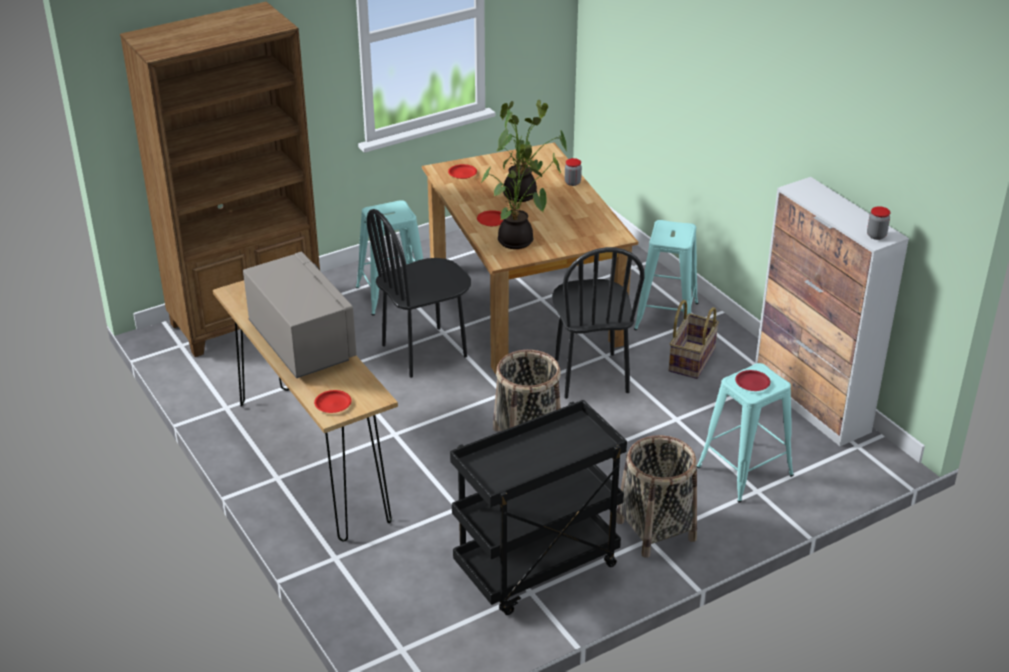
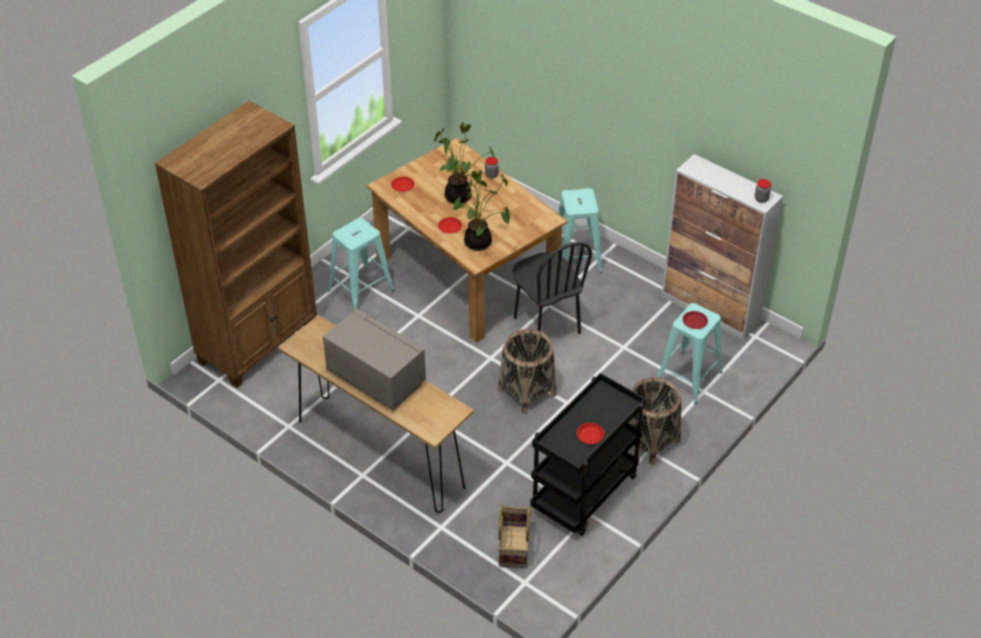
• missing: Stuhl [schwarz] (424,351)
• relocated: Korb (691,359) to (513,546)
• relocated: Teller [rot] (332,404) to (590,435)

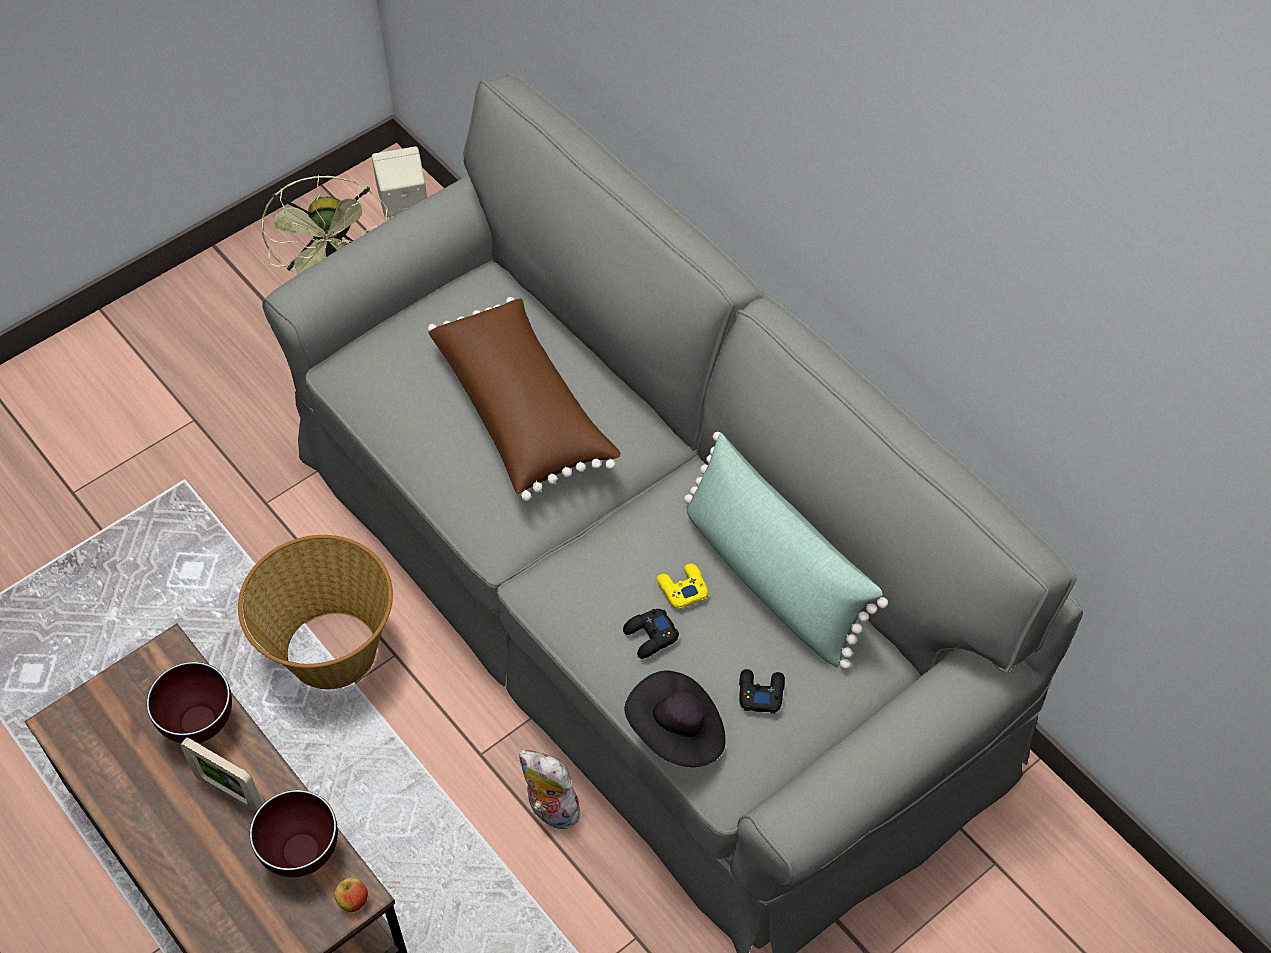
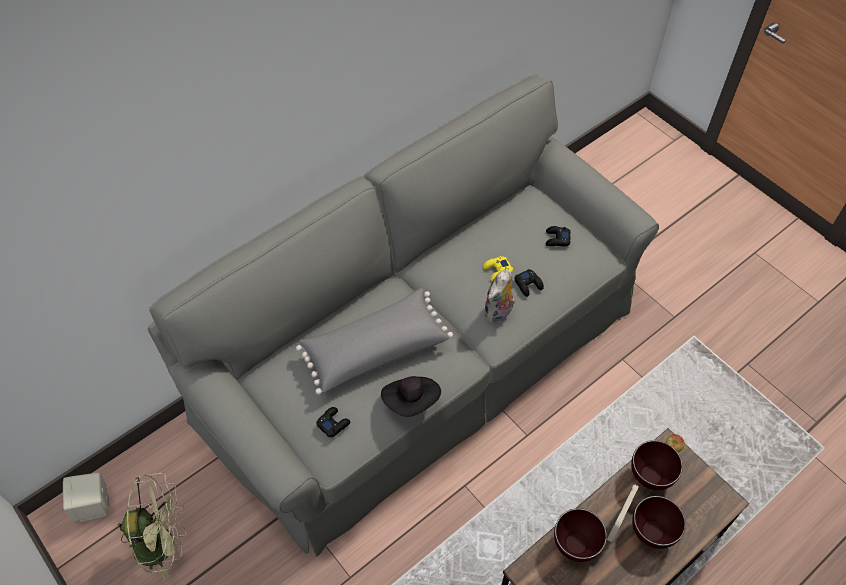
• colour: Kissen [braun] (523,411) to Kissen [grau] (374,349)
• missing: Kissen [grün] (772,578)
• missing: Korb (330,652)
• relocated: Hut [schwarz] (677,733) to (411,401)
• relocated: Plüschtier (549,810) to (498,314)
• appeared: Gamepad [schwarz] (333,423)
• appeared: Schüssel [braun] (650,532)

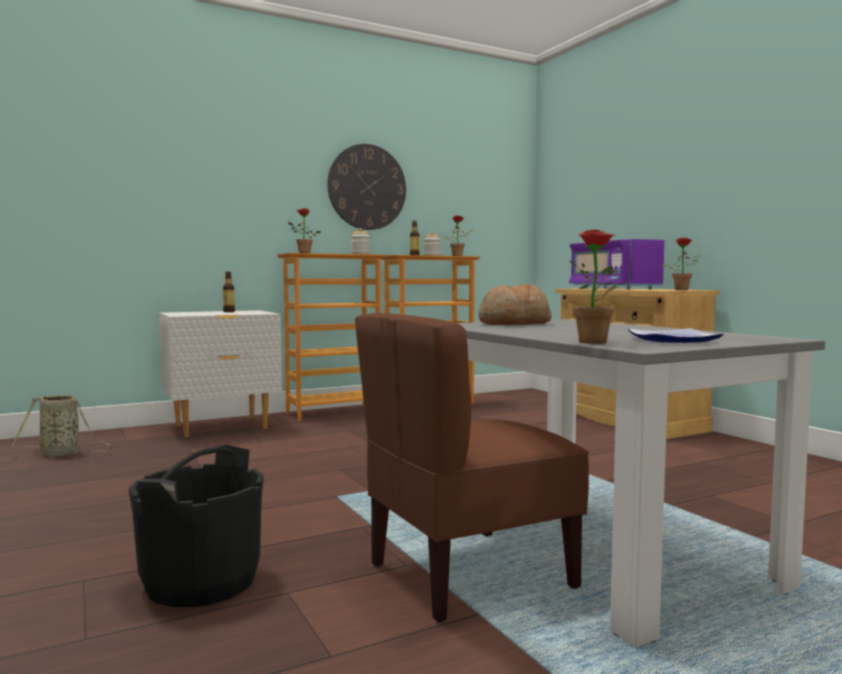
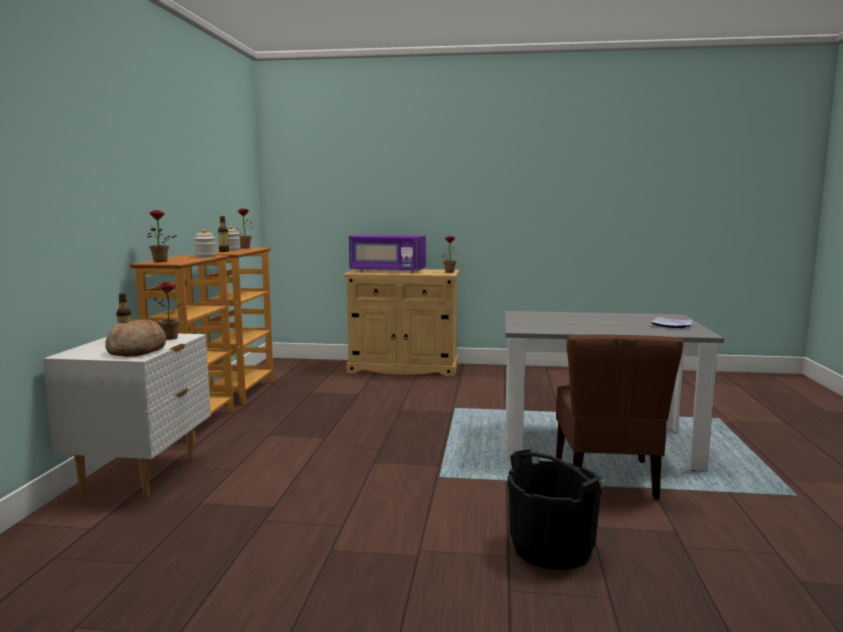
• missing: Wanduhr (367,187)
• relocated: Topfpflanze (596,342) to (173,338)
• relocated: Brot (514,323) to (137,351)
• missing: Korb (62,453)

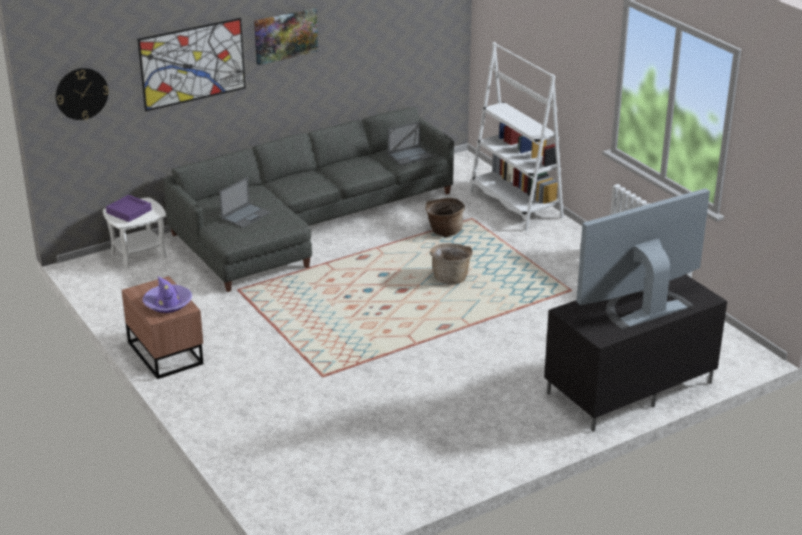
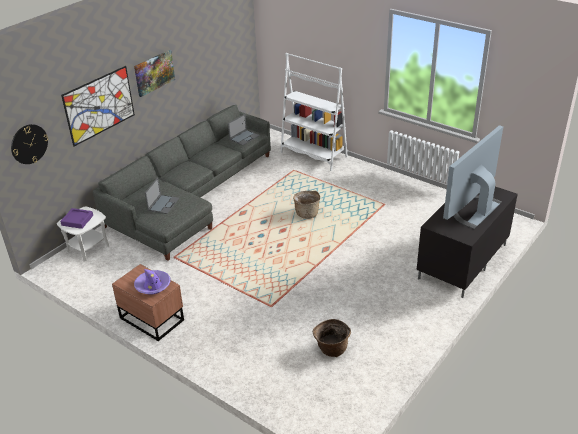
• relocated: Korb (444,231) to (331,349)

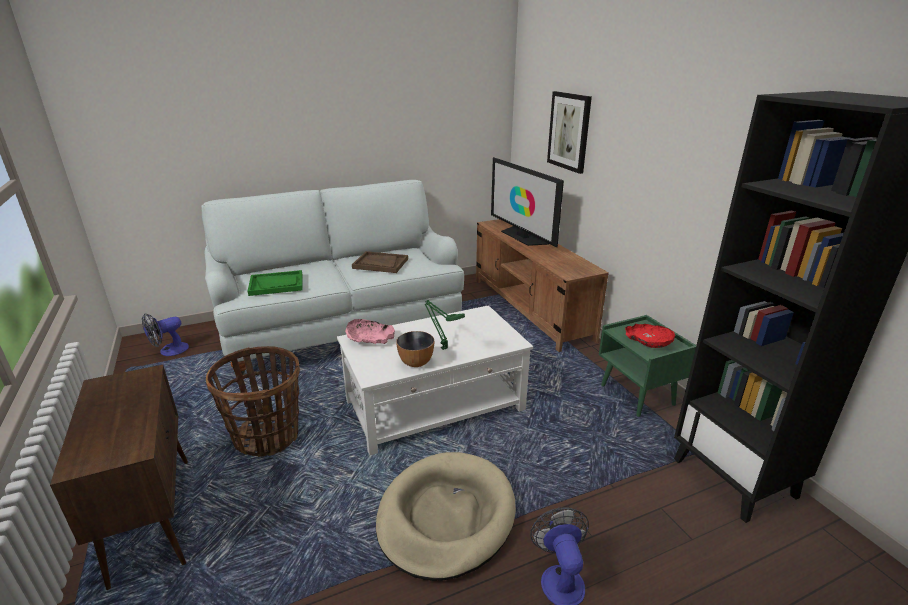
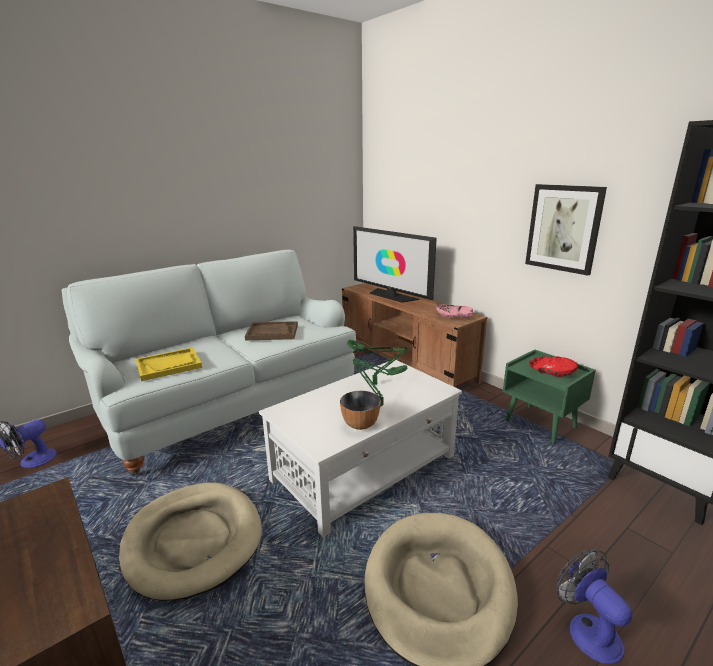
• relocated: Bild (569,131) to (563,228)
• colour: Tablett [grün] (276,284) to Tablett [gelb] (169,365)
• relocated: Schüssel [rosa] (369,339) to (453,317)
• exchanged: Korb (267,436) to Hundebett [beige] (193,540)
• appeared: Tischlampe [grün] (376,384)

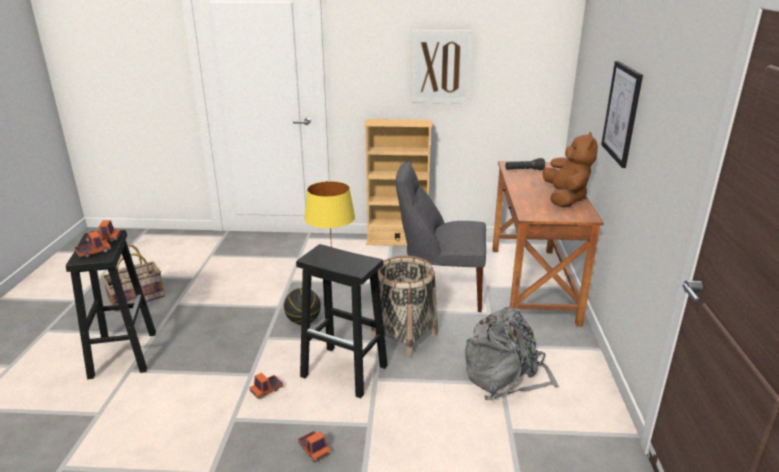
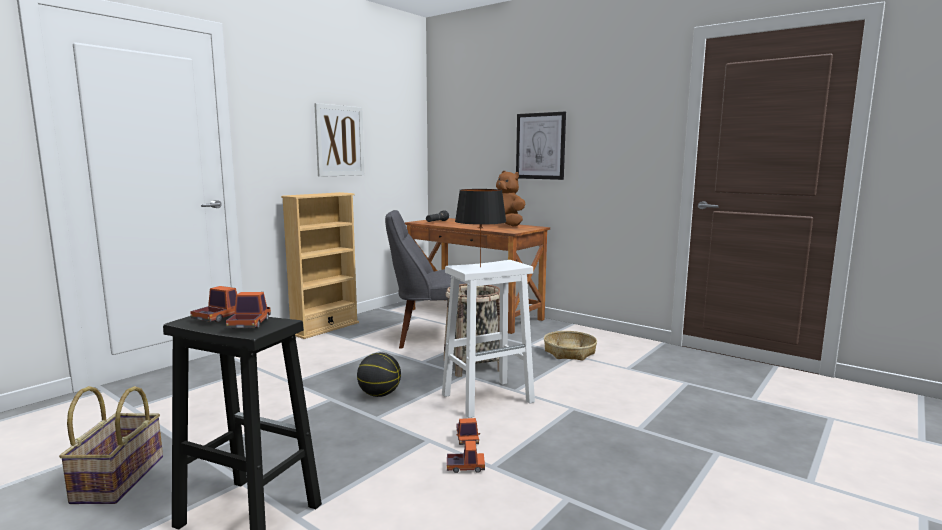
• spun: Stuhl [grau] (440,292) = (433,338) 45 degrees clockwise
• colour: Tischlampe [gelb] (332,258) to Tischlampe [schwarz] (481,267)
• colour: Hocker [schwarz] (345,371) to Hocker [weiß] (488,398)
• exchanged: Rucksack [grau] (506,377) to Korb (570,352)
• relocated: Spielzeuglaster (314,450) to (465,467)

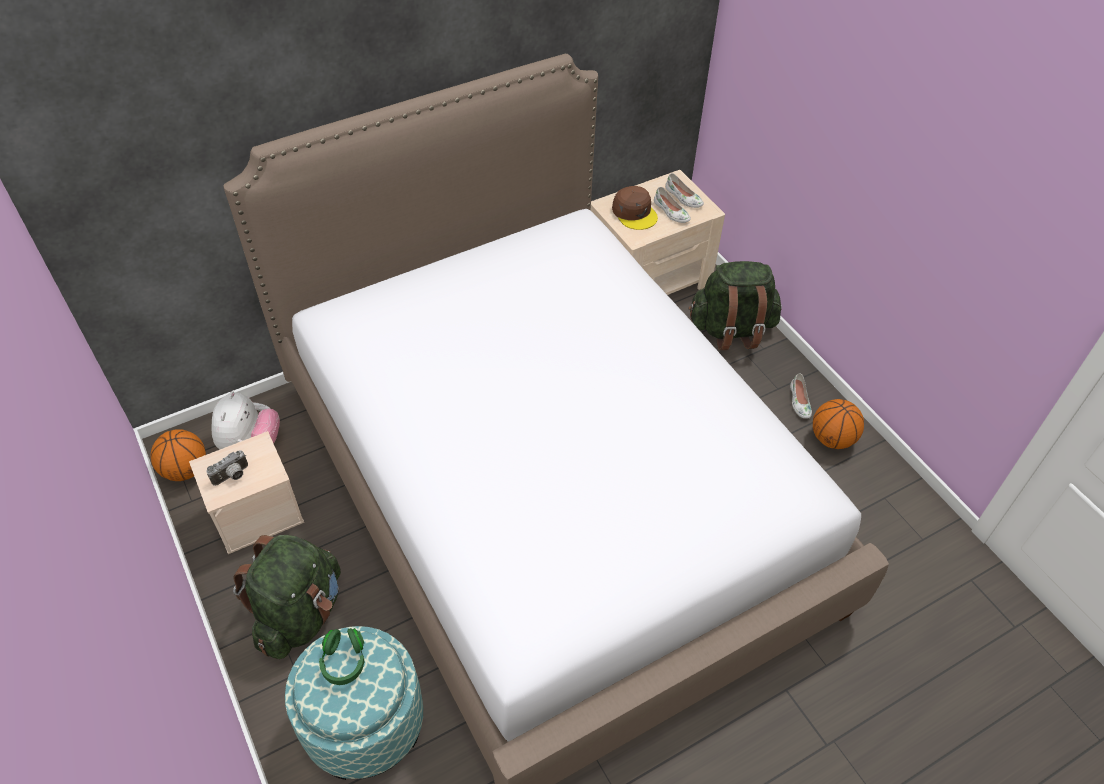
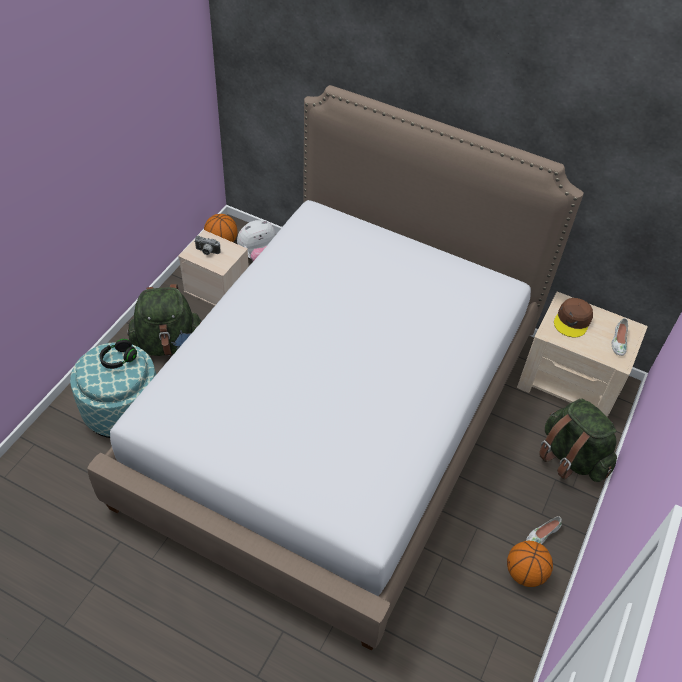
• missing: Schuh [weiß] (671,212)
• colour: Kopfhörer [grün] (344,661) to Kopfhörer [schwarz] (119,359)

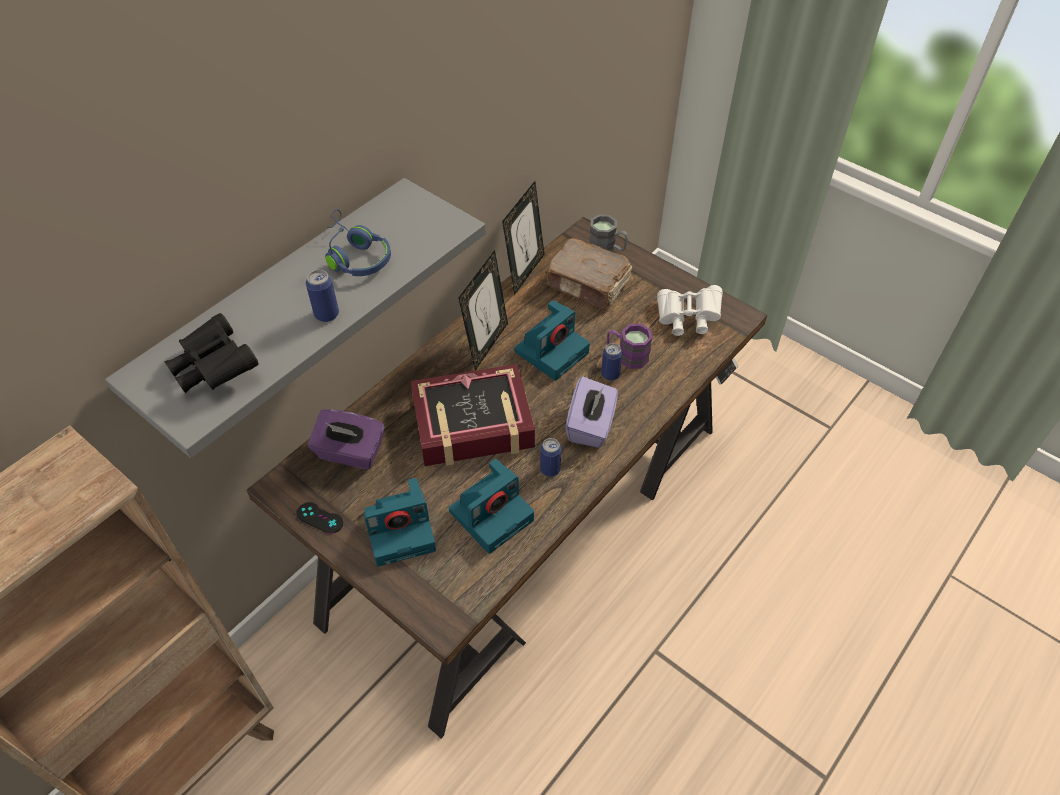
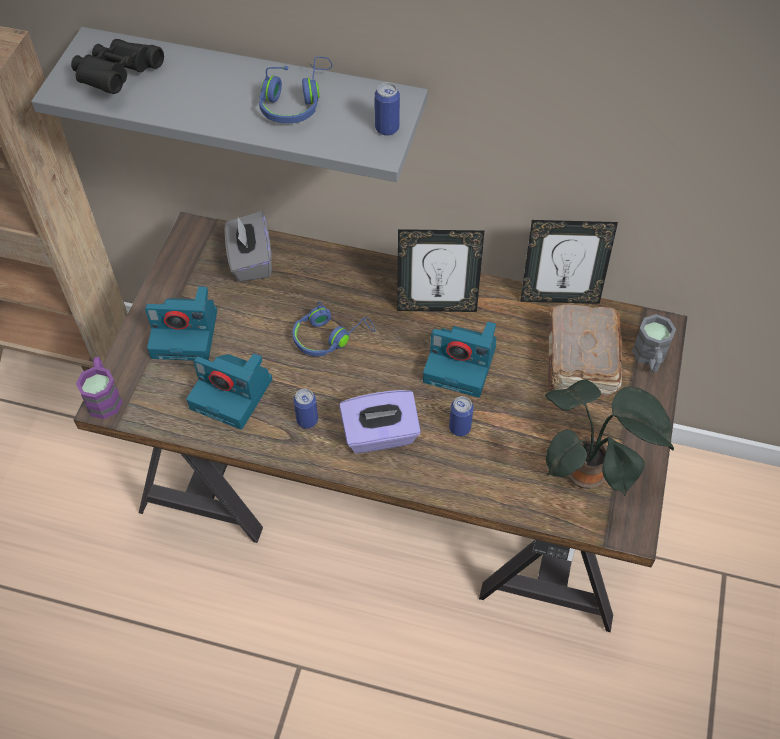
• relocated: Dose (327,314) to (387,128)
• exchanged: Fernglas [weiß] (687,319) to Topfpflanze (589,475)
• relocated: Henkelbecher [lila] (627,356) to (104,396)
• exchanged: Buch (473,424) to Kopfhörer [blau] (330,336)
• colour: Taschentuchbox [lila] (350,453) to Taschentuchbox [grau] (250,261)
• spun: Kamera (401,530) = (186,333) 45 degrees counterclockwise
• missing: Gamepad [schwarz] (320,518)

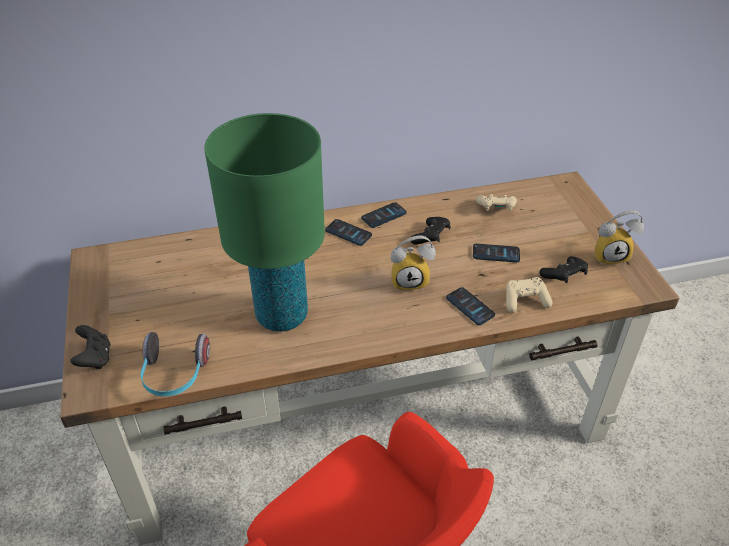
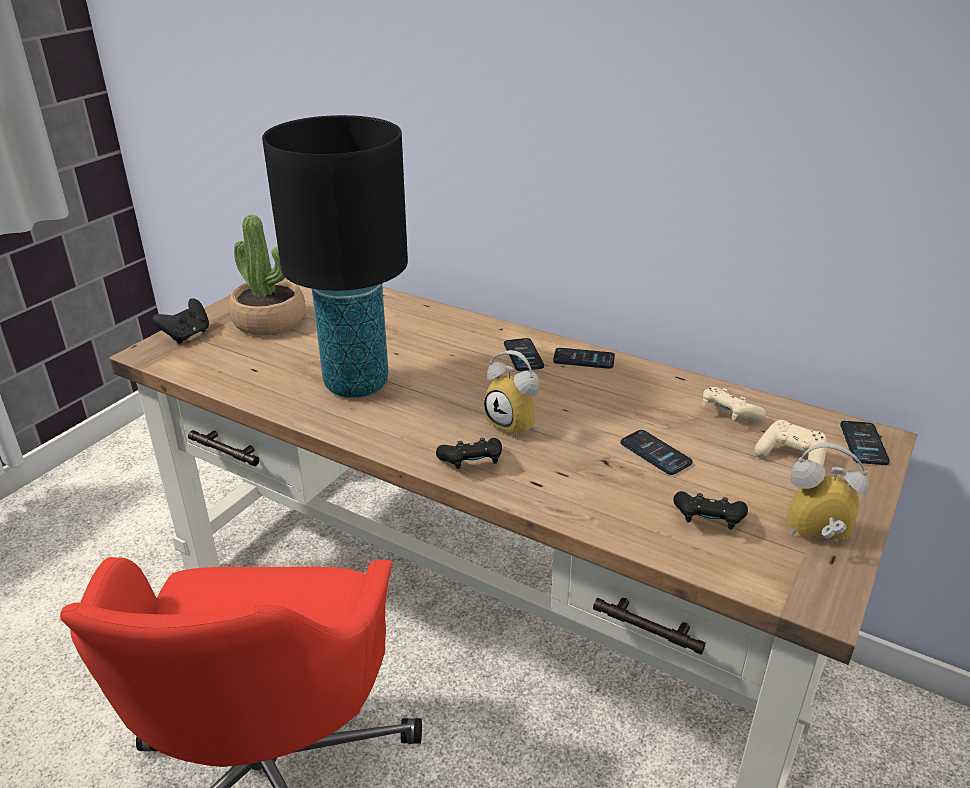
• colour: Tischlampe [grün] (282,315) to Tischlampe [schwarz] (356,384)
• spun: Wecker (610,256) = (815,539) 150 degrees clockwise
• relocated: Gamepad [schwarz] (431,237) to (472,463)
• relocated: Gamepad [beige] (525,301) to (791,457)
• relocated: Handy (470,307) to (863,444)
• missing: Kopfhörer (174,375)
• appeared: Topfpflanze (270,321)

